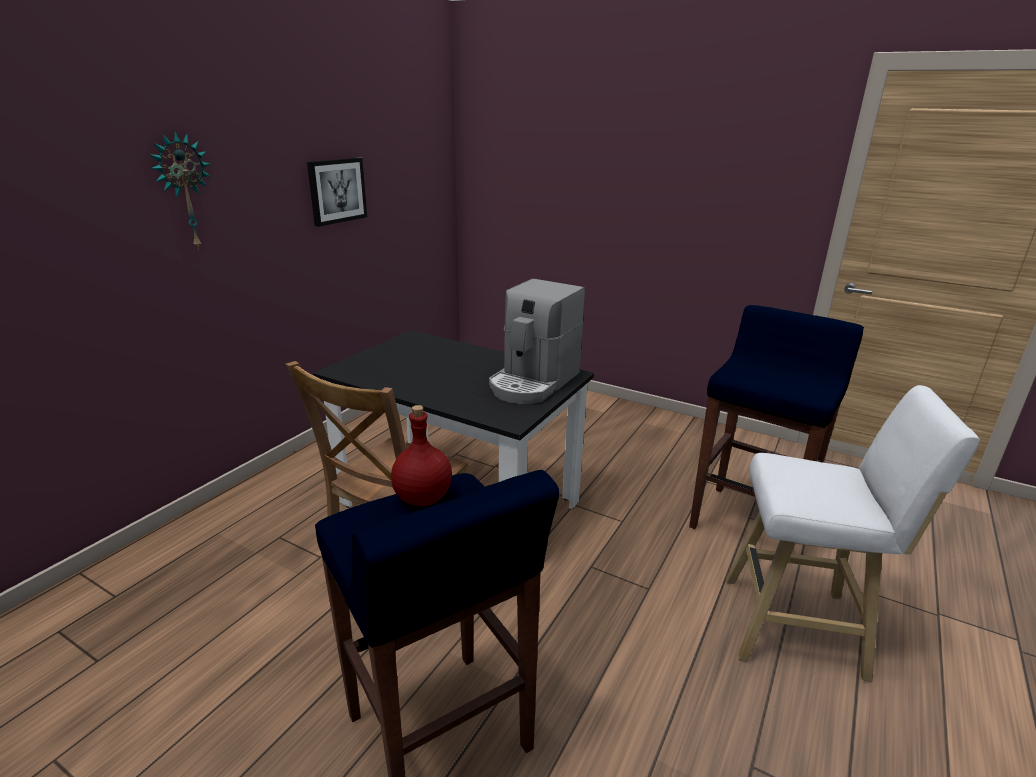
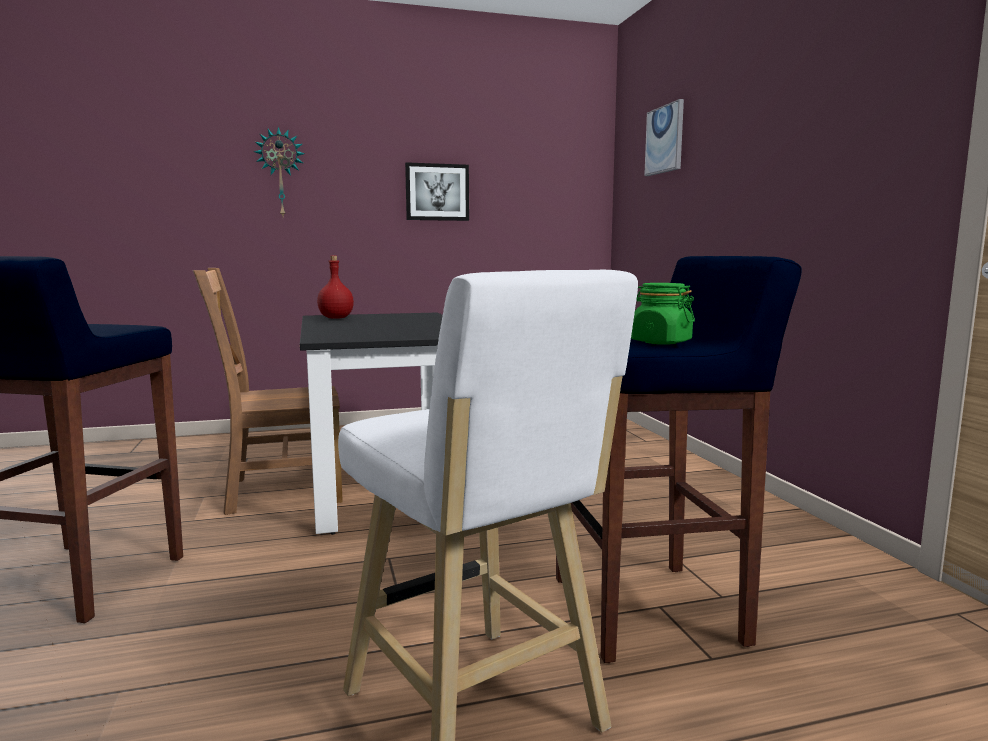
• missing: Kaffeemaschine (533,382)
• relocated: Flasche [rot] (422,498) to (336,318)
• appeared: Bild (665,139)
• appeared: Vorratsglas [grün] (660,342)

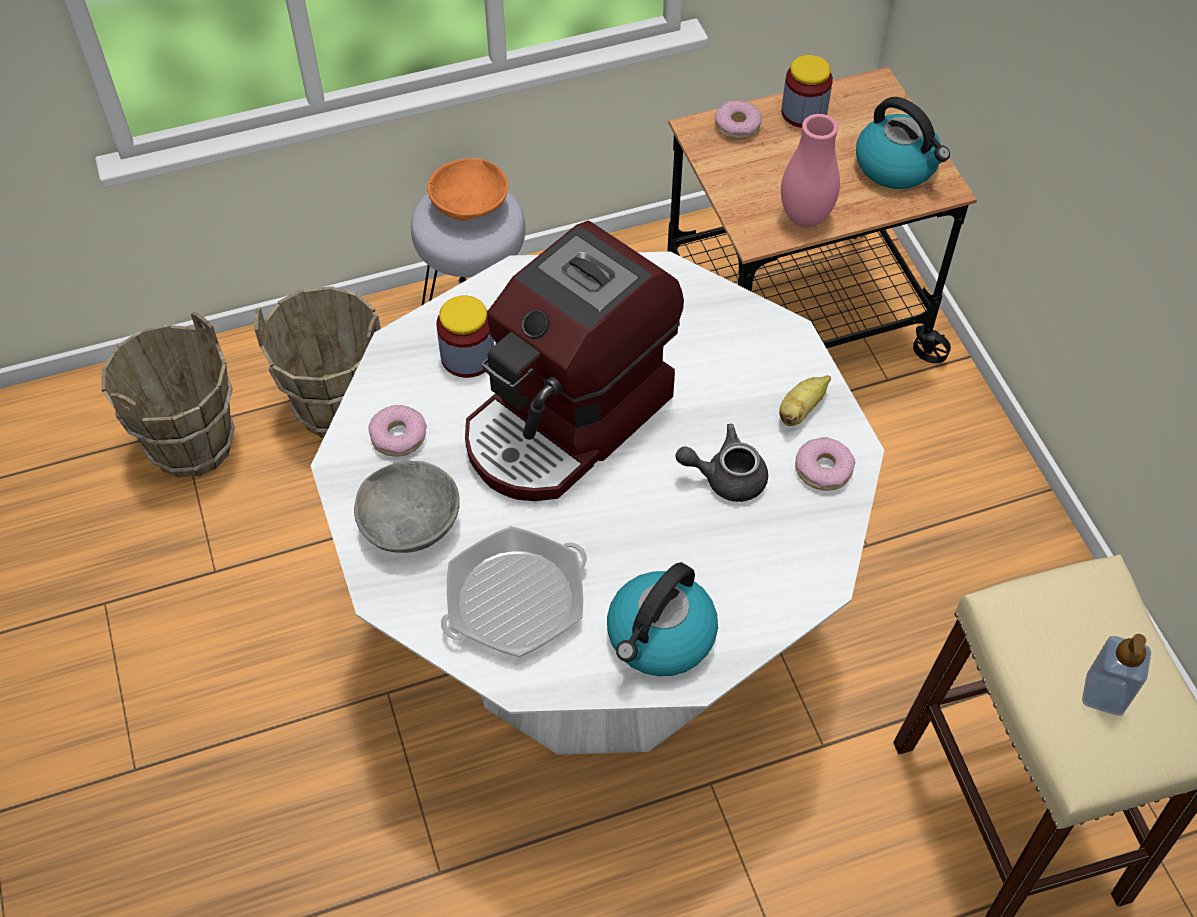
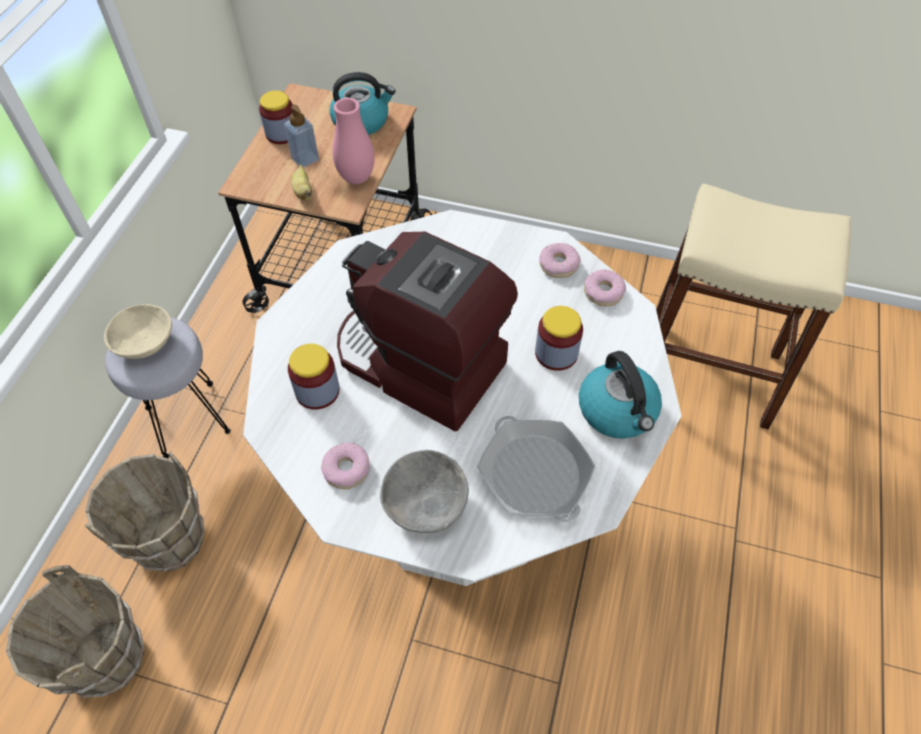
• relocated: Donut (737,125) to (603,292)
• colour: Schüssel [orange] (471,207) to Schüssel [beige] (146,343)
• spun: Kaffeemaschine (568,421) = (419,365) 135 degrees clockwise
• relocated: Banane (801,410) to (303,192)
• missing: Teekanne [grau] (726,477)
• spun: Pfanne (515,600) = (534,474) 150 degrees clockwise
• relocated: Seifenspender (1104,694) to (305,159)
• appeared: Vorratsglas (556,353)

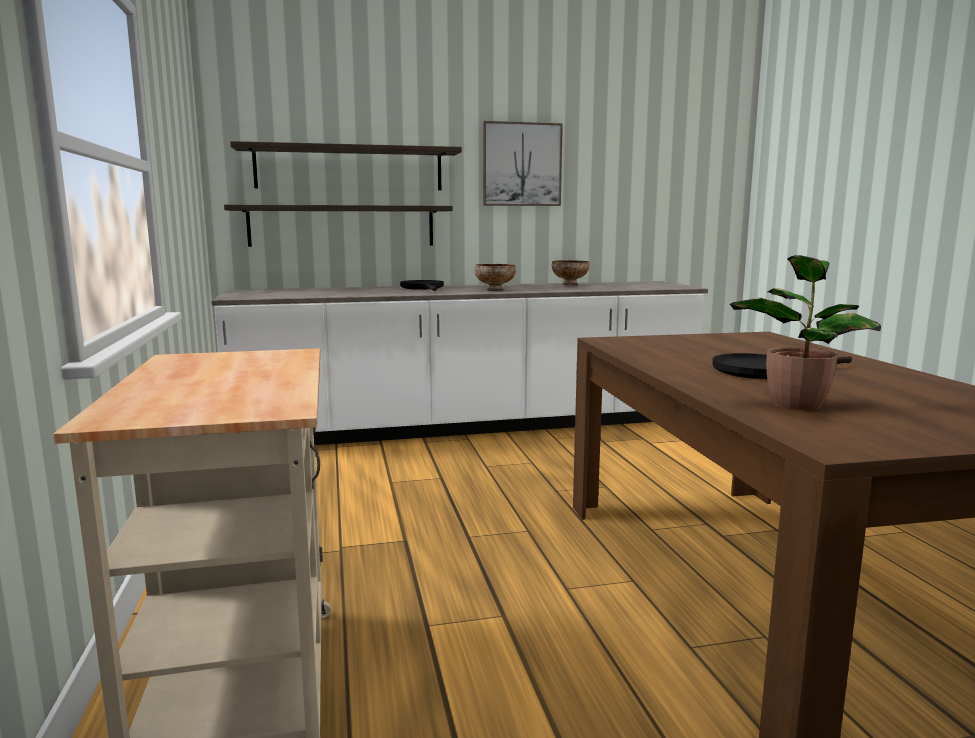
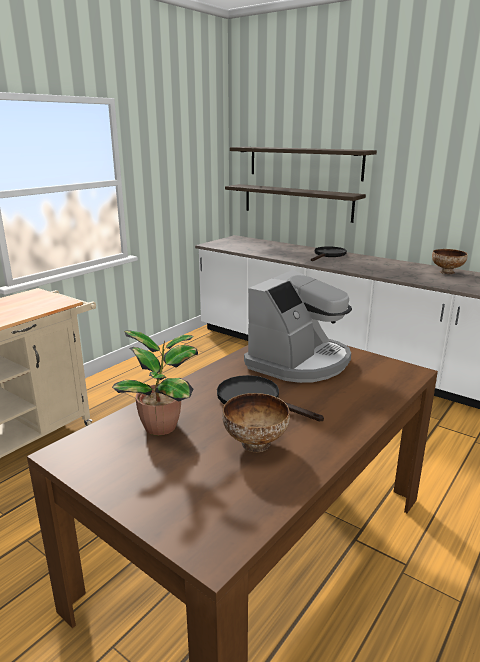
• missing: Bild (521,164)
• relocated: Schüssel (494,290) to (254,444)
• appeared: Kaffeemaschine (299,361)

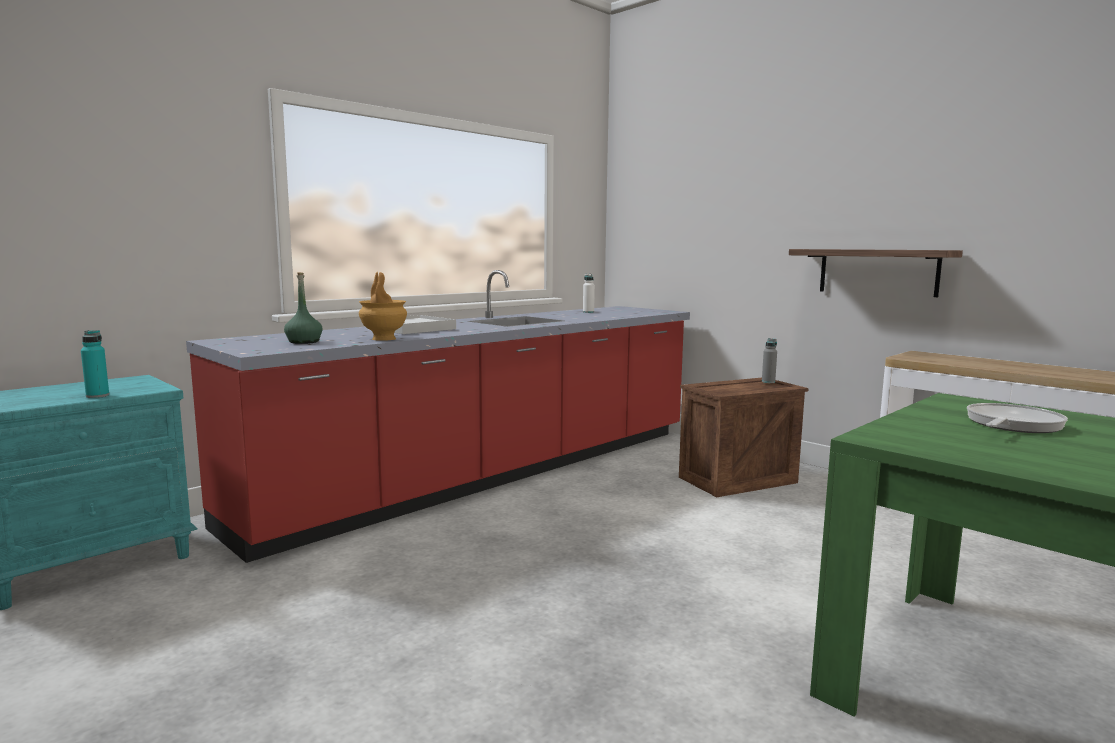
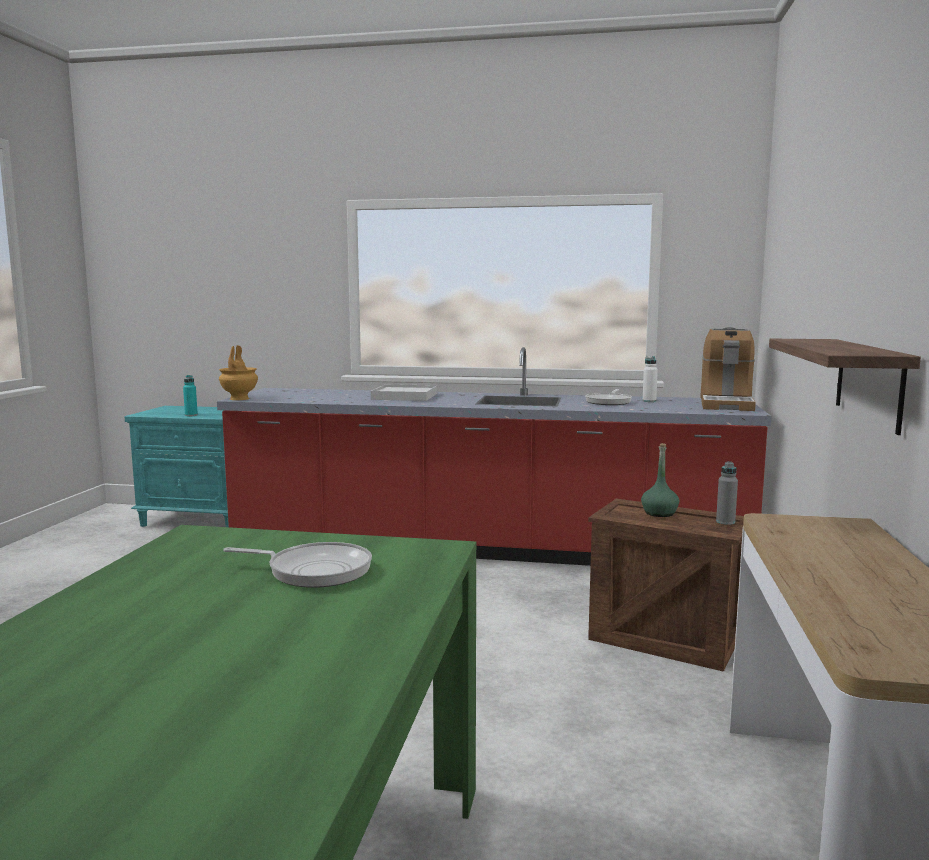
• relocated: Flasche [grün] (304,342) to (659,513)
• relocated: Vase [braun] (383,339) to (239,399)
• appeared: Kaffeemaschine (726,404)
• appeared: Pfanne (609,402)

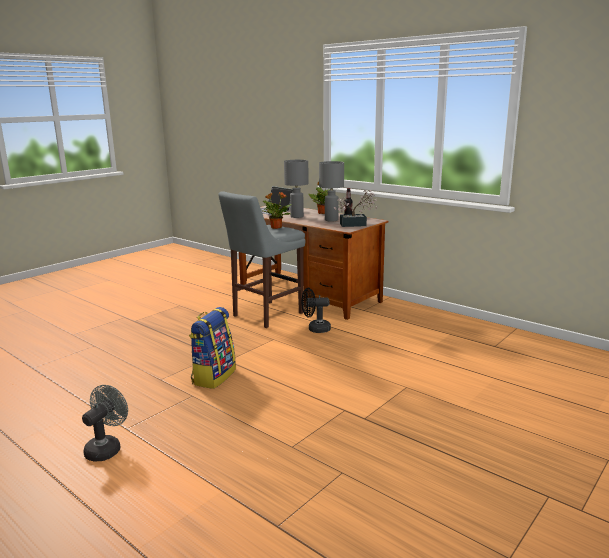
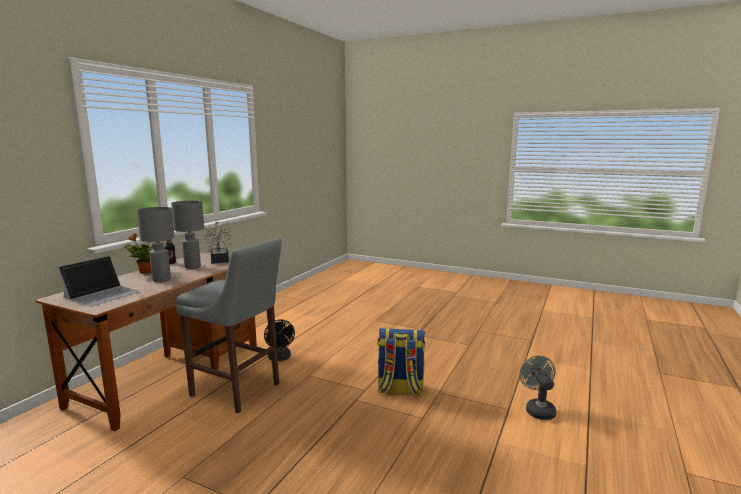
• missing: Topfpflanze (275,227)
• spun: Ventilator [grau] (106,448) = (538,409) 75 degrees clockwise

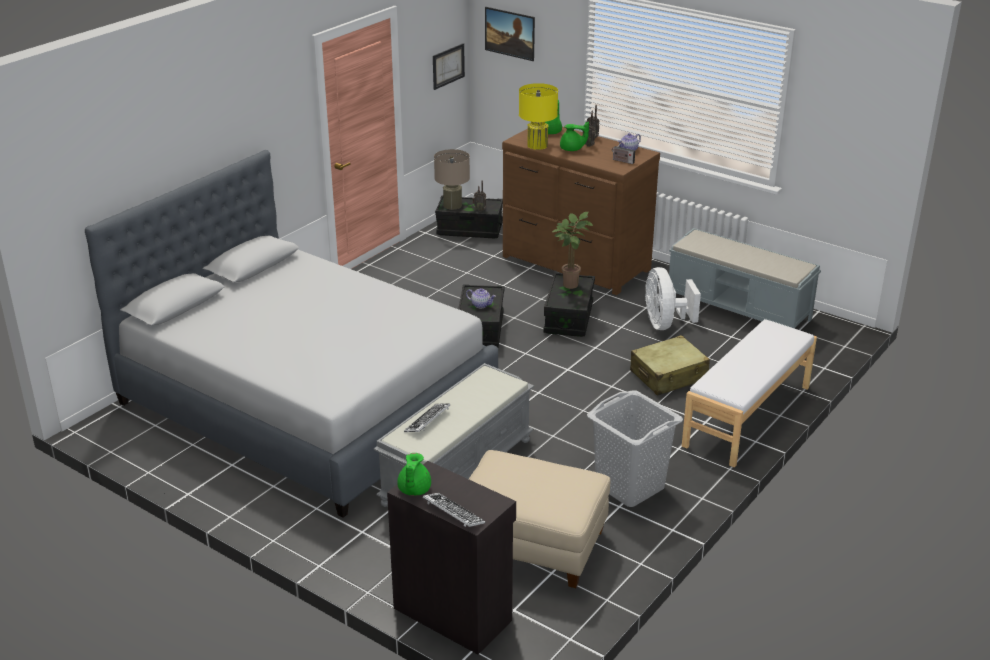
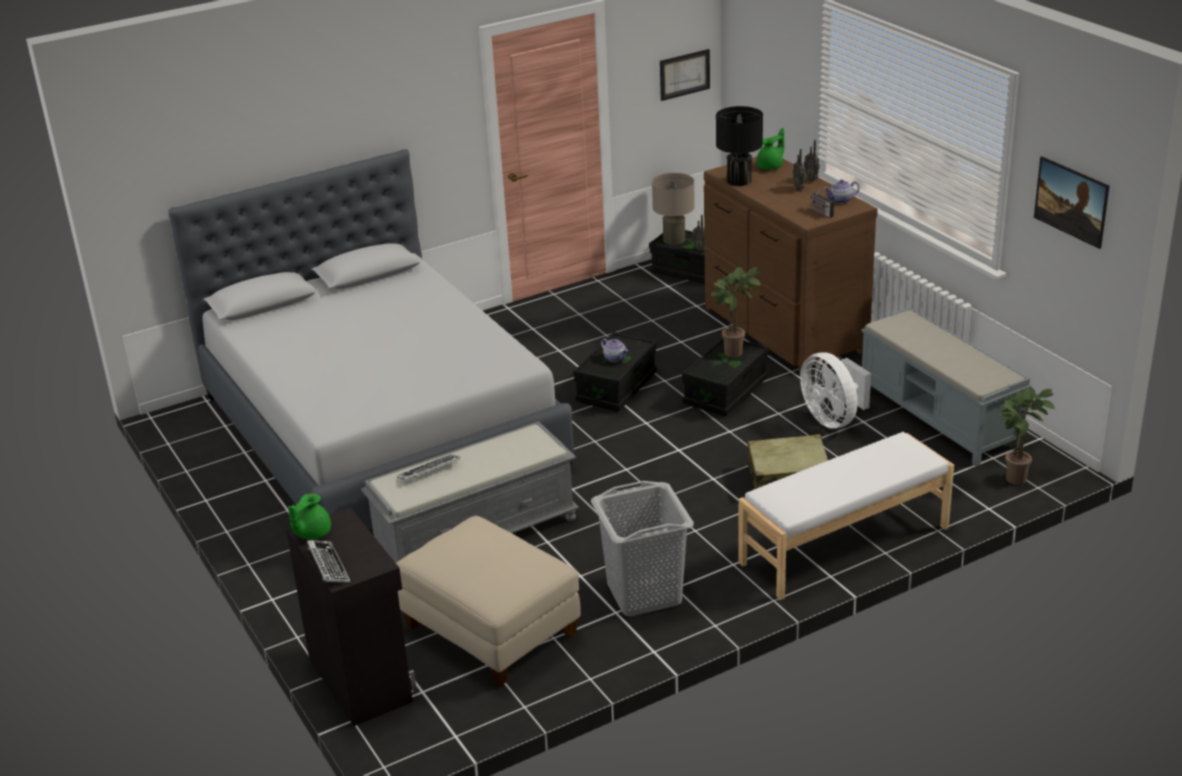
• relocated: Bild (509,44) to (1069,217)
• colour: Tischlampe [gelb] (537,145) to Tischlampe [schwarz] (739,181)
• missing: Teekanne [grün] (572,149)
• spun: Ventilator [weiß] (665,324) = (833,419) 45 degrees counterclockwise
• appeared: Topfpflanze (1016,476)

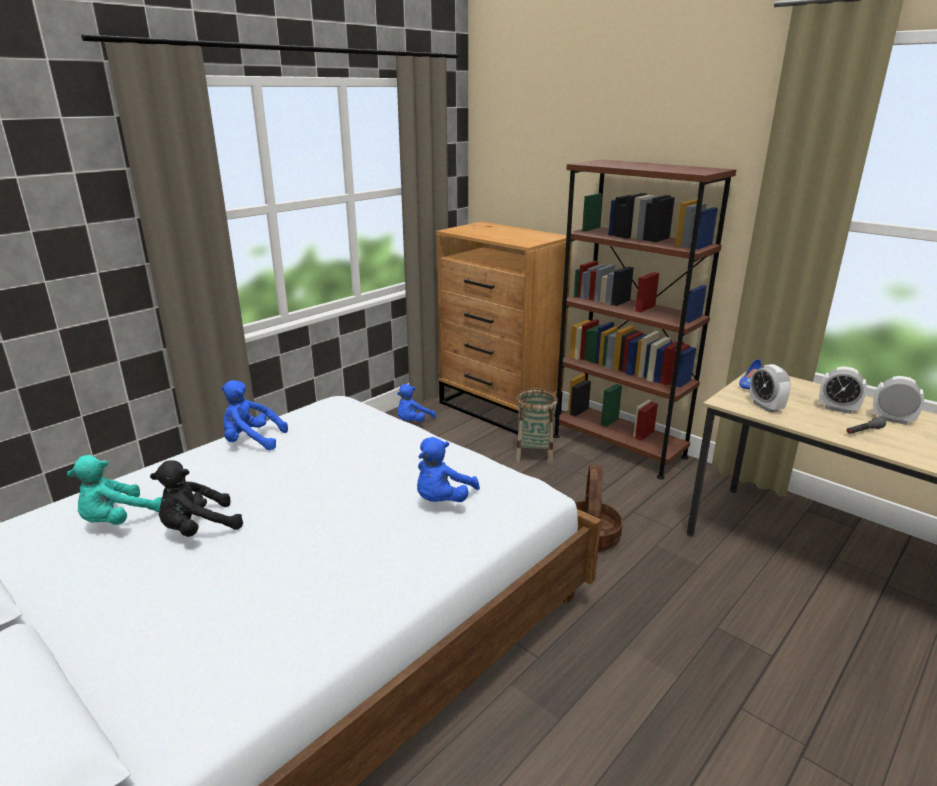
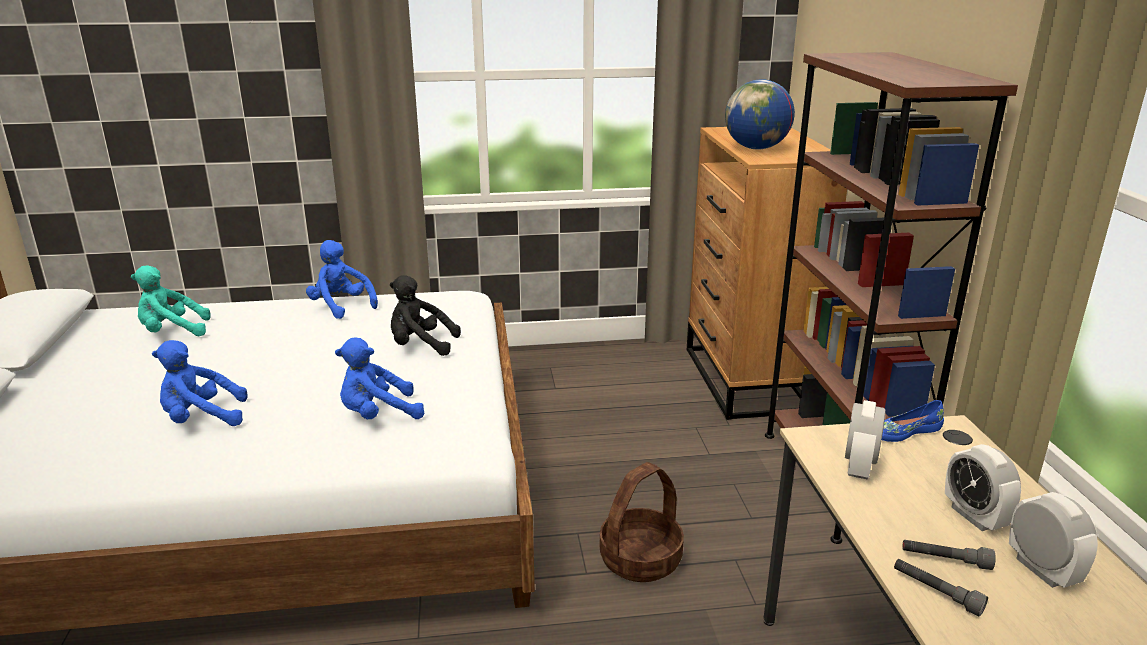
• relocated: Plüschtier [blau] (413,422) to (201,419)
• missing: Korb (534,454)
• relocated: Plüschtier [schwarz] (198,529) to (420,346)
• appeared: Globus (756,148)
• appeared: Taschenlampe [grau] (936,592)

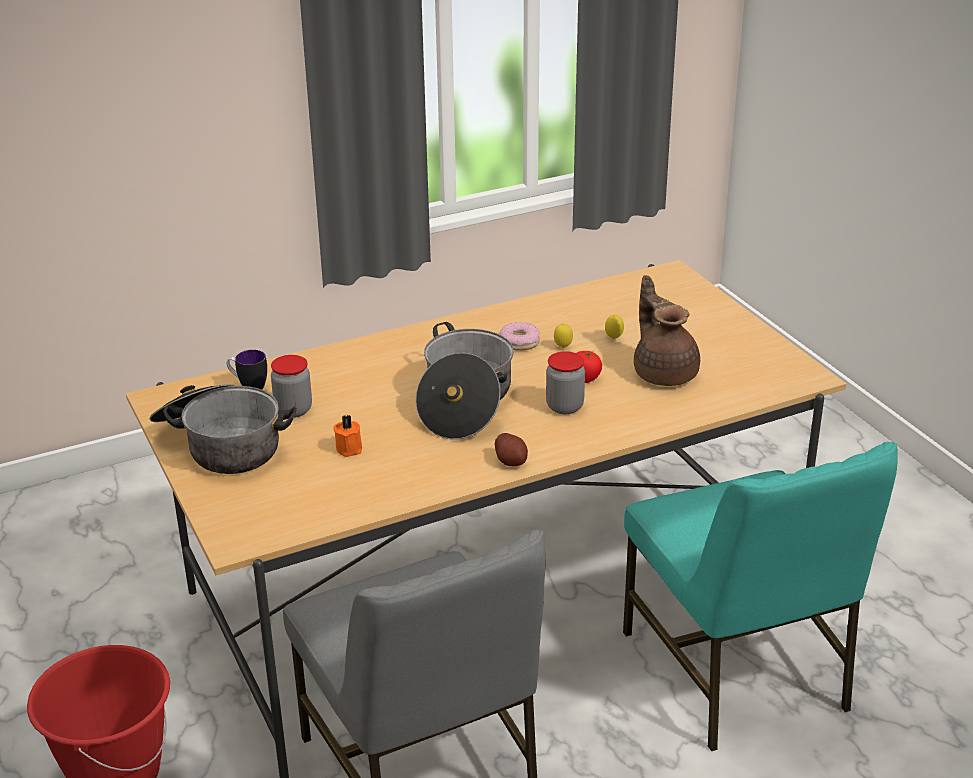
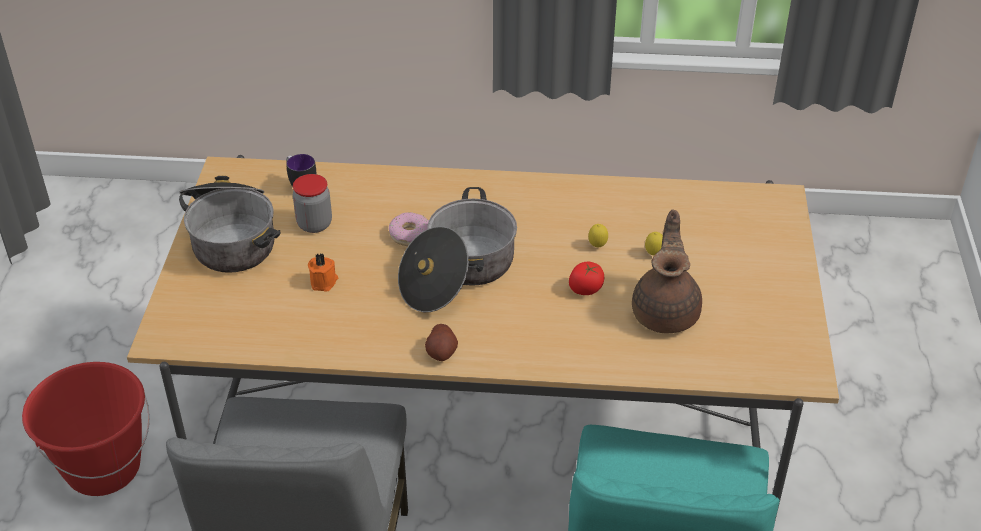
• relocated: Donut (520,342) to (410,235)
• missing: Vorratsglas (564,406)

